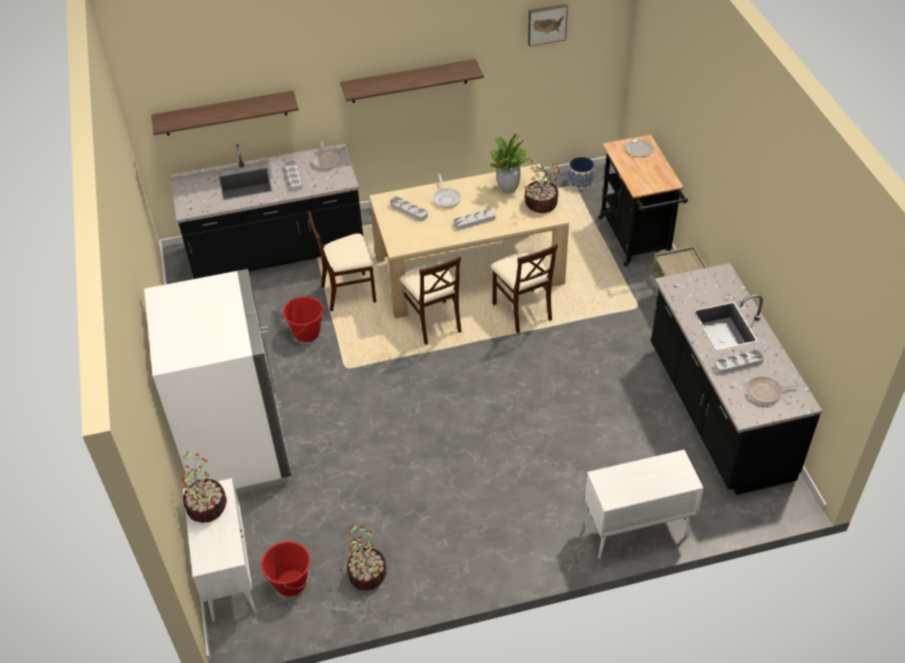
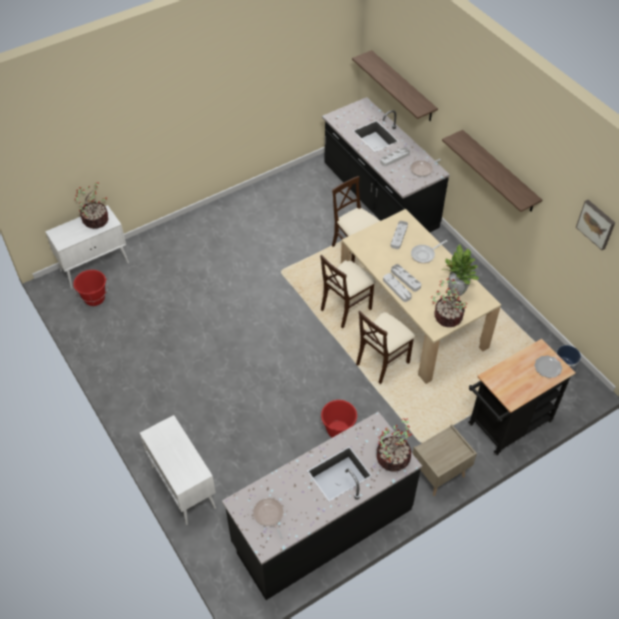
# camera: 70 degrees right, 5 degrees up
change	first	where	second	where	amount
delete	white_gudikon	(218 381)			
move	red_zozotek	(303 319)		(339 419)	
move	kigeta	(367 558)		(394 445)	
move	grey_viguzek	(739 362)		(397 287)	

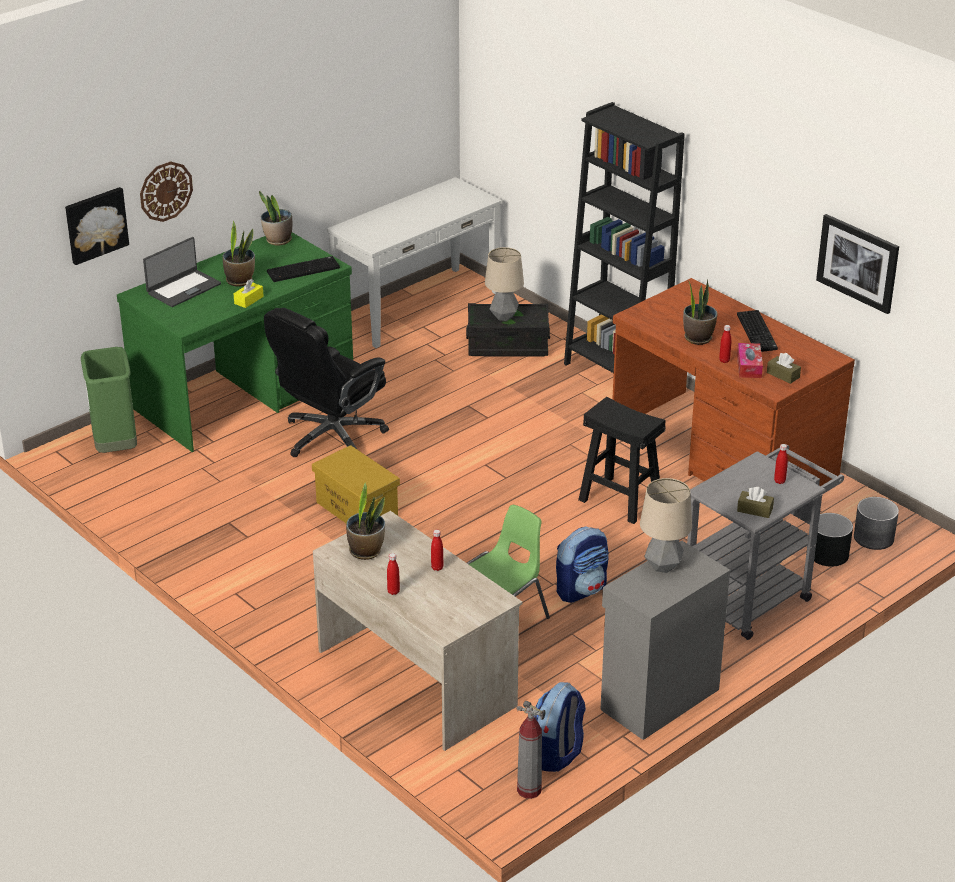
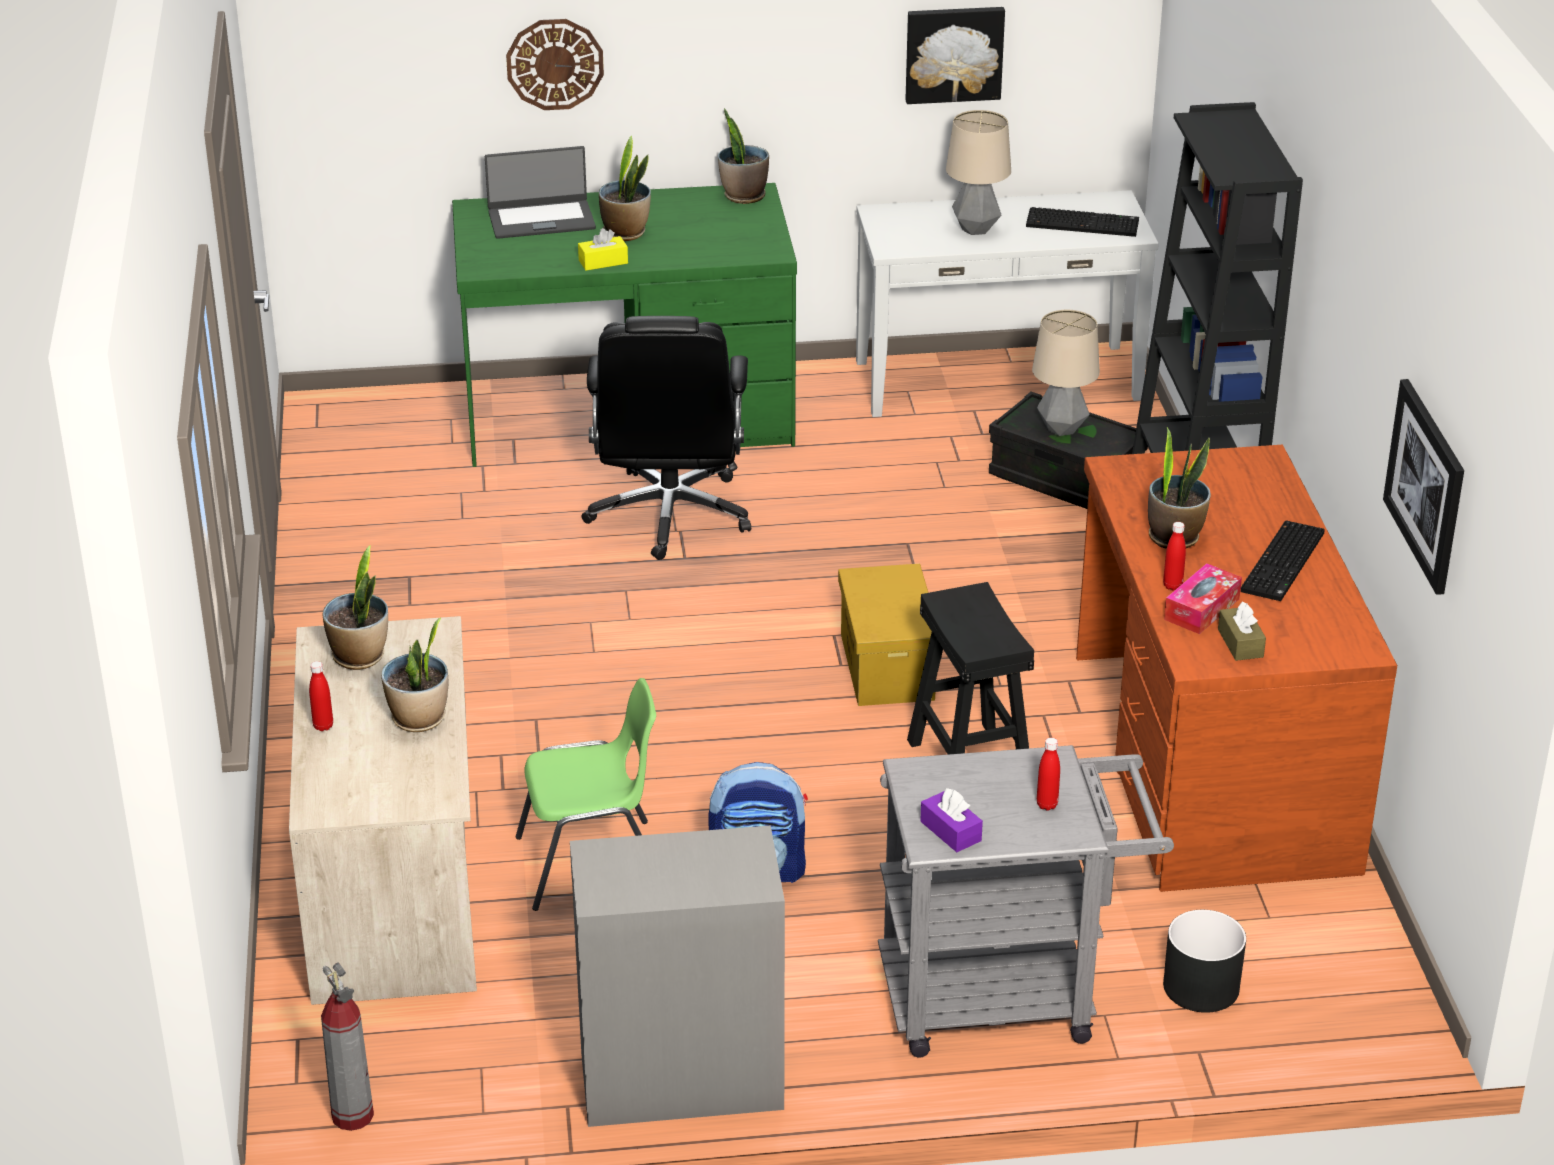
# camera: 35 degrees right, 0 degrees up
change	first	where	second	where	amount
move	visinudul	(97 226)		(955 55)	
delete	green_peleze	(109 400)			
rotate	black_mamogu	(326 382)		(666 438)	75 degrees counterclockwise
move	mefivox	(303 269)		(1082 222)	
move	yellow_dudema	(356 484)		(886 635)	
replace	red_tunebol	(437 550)	kigeta	(414 675)	
delete	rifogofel	(560 727)			
move	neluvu	(666 525)		(978 172)	
recolor	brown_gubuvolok	(755 502)	purple_gubuvolok	(951 820)	
delete	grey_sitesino	(876 523)			

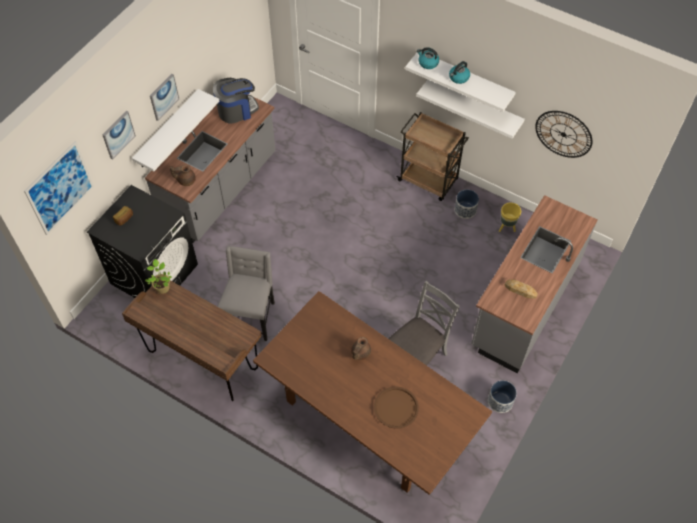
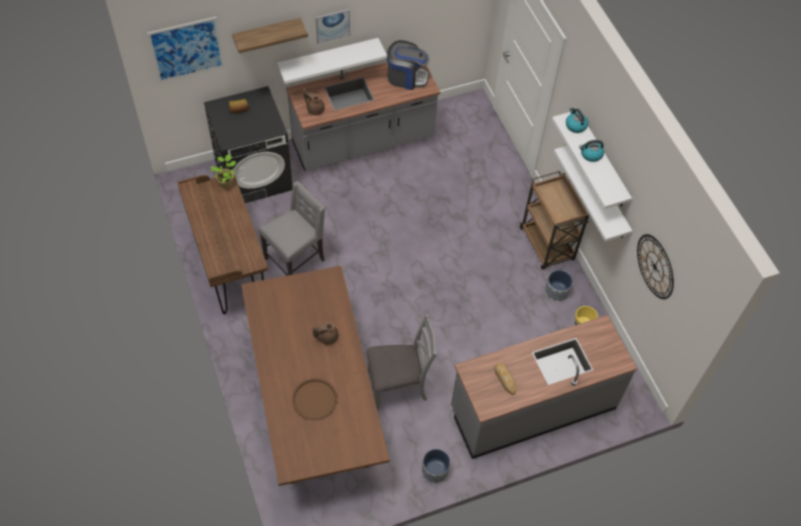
# camera: 35 degrees right, 0 degrees up
change	first	where	second	where	amount
replace	visinudul	(119 135)	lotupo	(270 35)	

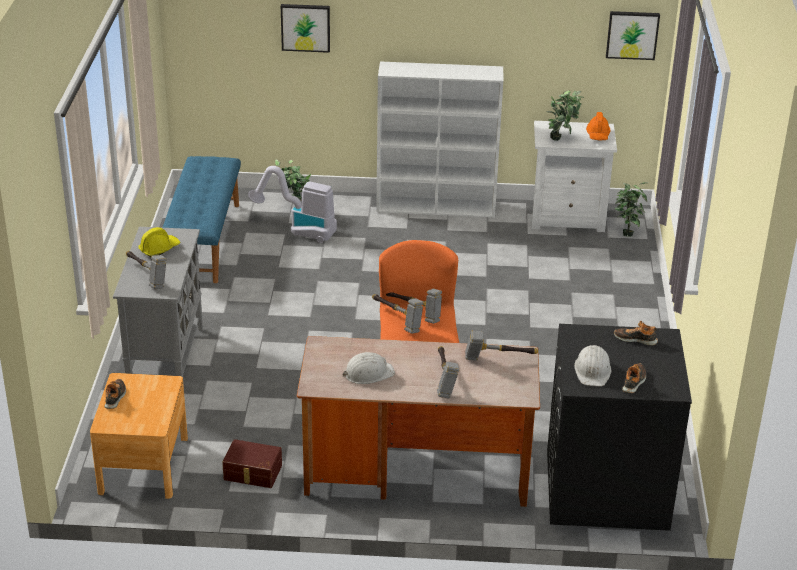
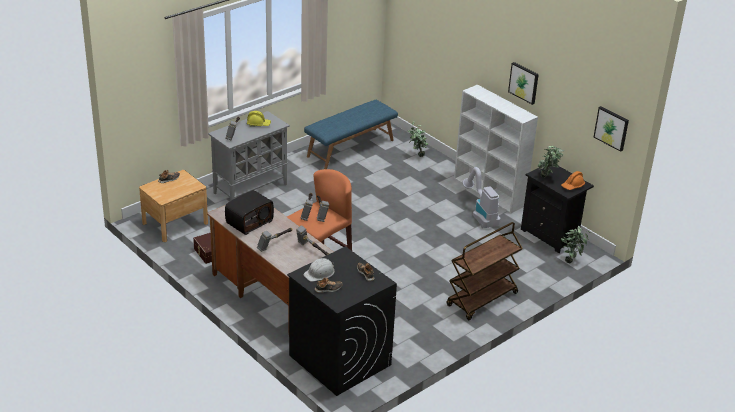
# camera: 45 degrees right, 0 degrees up
change	first	where	second	where	amount
move	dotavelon	(292 204)		(481 197)	
move	visinudul	(305 28)		(523 83)	
replace	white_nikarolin	(368 368)	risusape	(249 212)	
recolor	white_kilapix	(574 176)	black_kilapix	(557 209)	
insert			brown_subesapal	(485 271)	

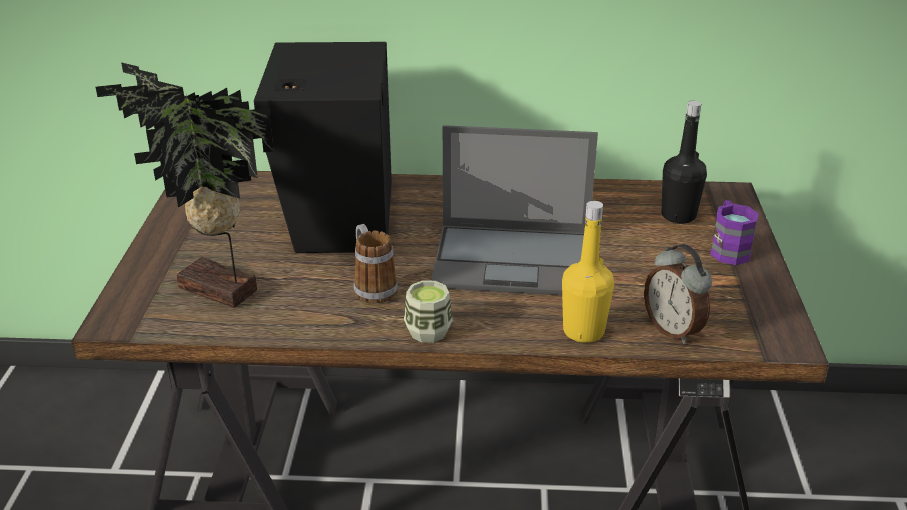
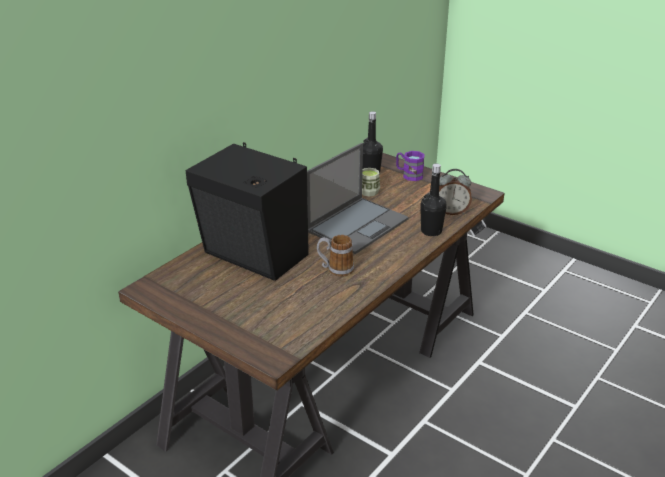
# camera: 55 degrees left, 0 degrees up
change	first	where	second	where	amount
delete	kigeta	(184 185)			
move	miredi	(428 311)		(371 182)	
recolor	yellow_tunebol	(588 272)	black_tunebol	(433 200)	

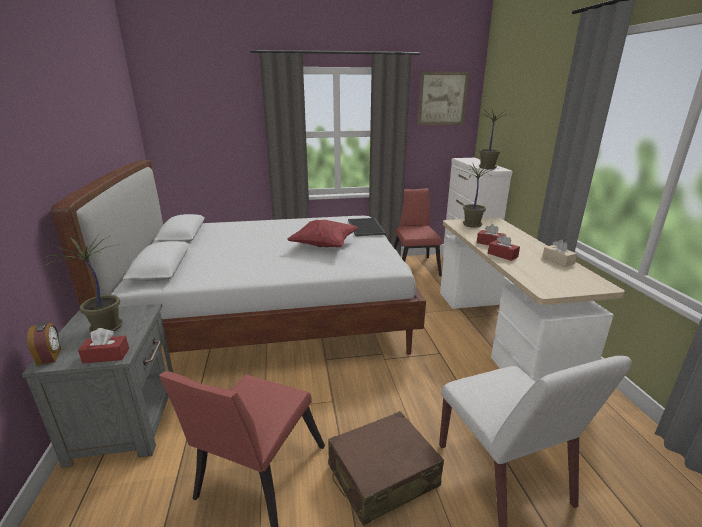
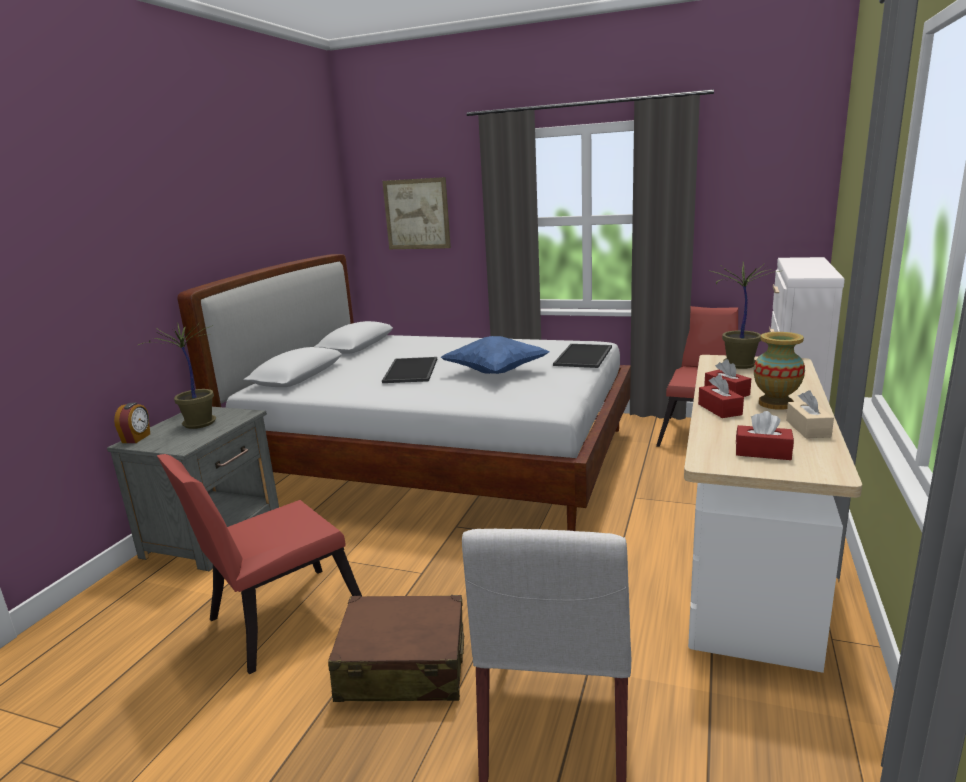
# camera: 30 degrees right, 5 degrees down
change	first	where	second	where	amount
move	red_gubuvolok	(103 345)		(765 435)	
recolor	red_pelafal	(323 233)	blue_pelafal	(495 355)	
move	visinudul	(443 98)		(416 213)	
delete	kigeta	(491 139)			
insert			viguzek	(409 370)	
insert			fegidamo	(779 371)	

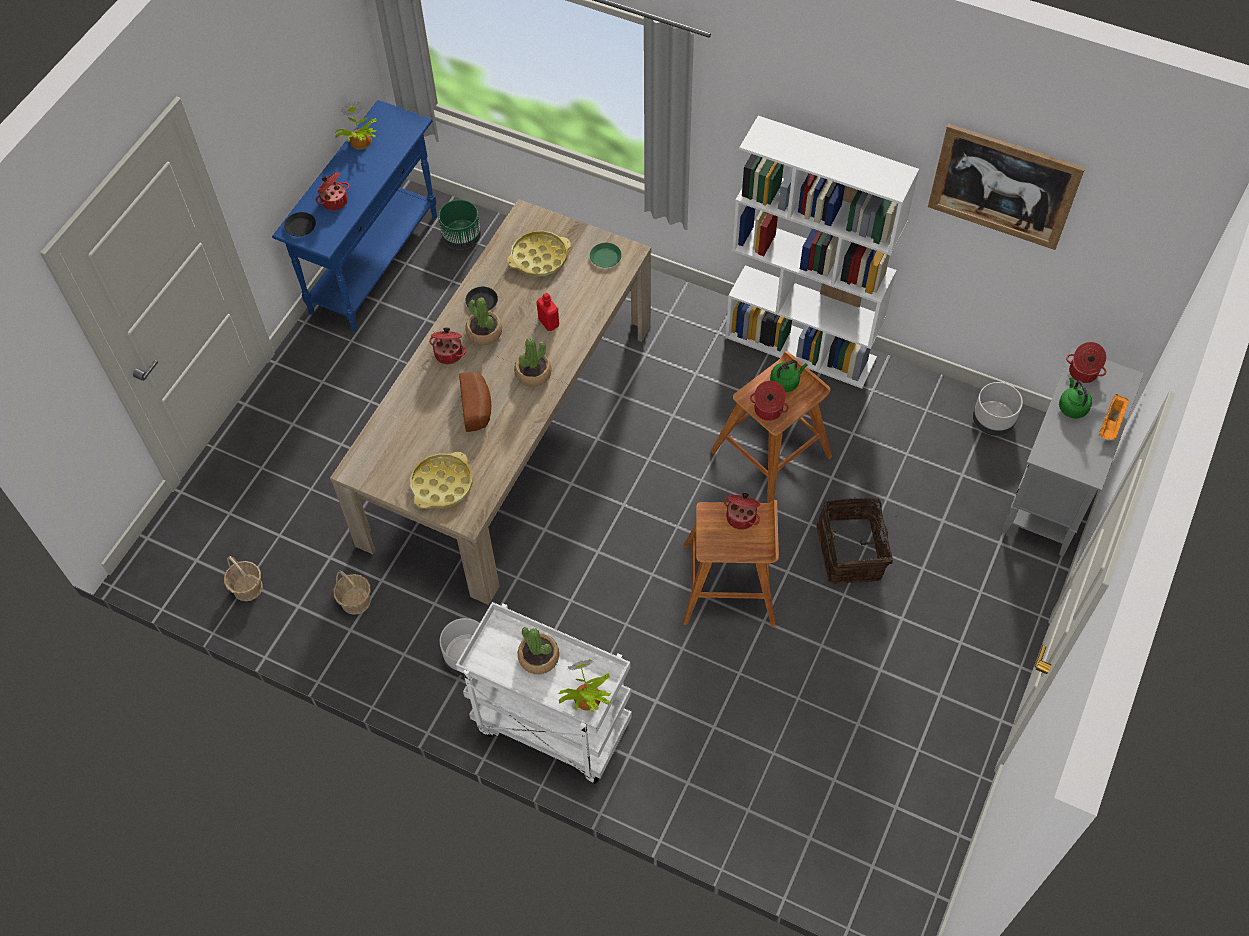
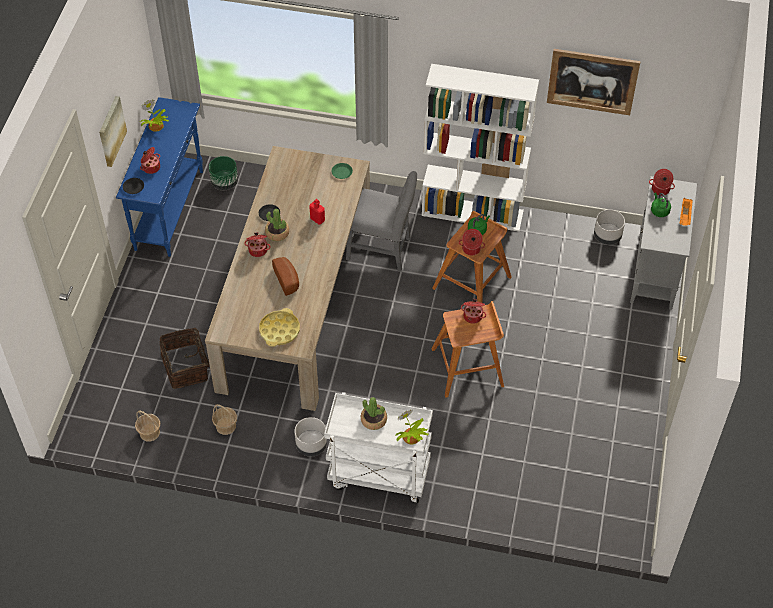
# camera: 15 degrees left, 5 degrees down
change	first	where	second	where	amount
delete	yellow_viguzek	(539 253)			
delete	kigeta	(533 362)			
move	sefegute	(857 540)		(184 358)	
insert			visinudul	(113 131)	
insert			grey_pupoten	(381 221)	

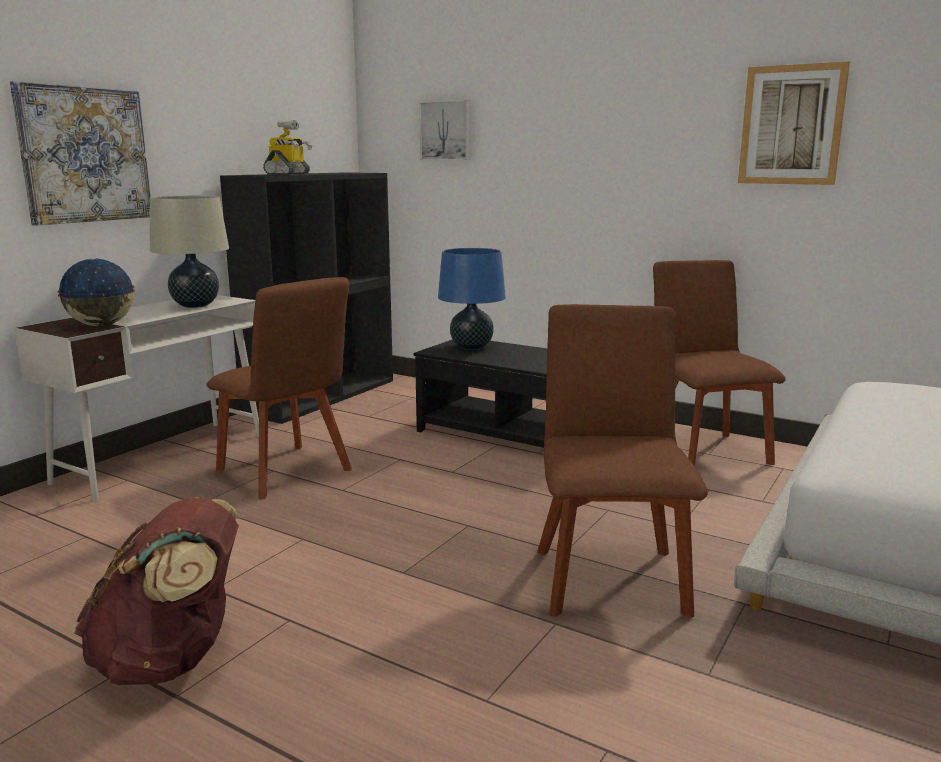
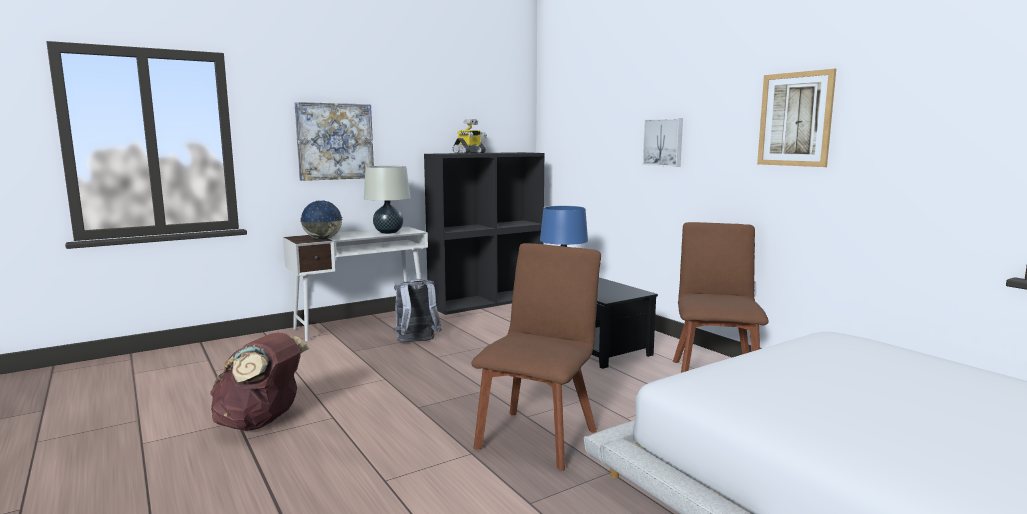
# camera: 25 degrees right, 5 degrees down
change	first	where	second	where	amount
replace	brown_pupoten	(279 388)	grey_rifogofel	(417 310)	
move	visinudul	(444 130)		(663 142)	

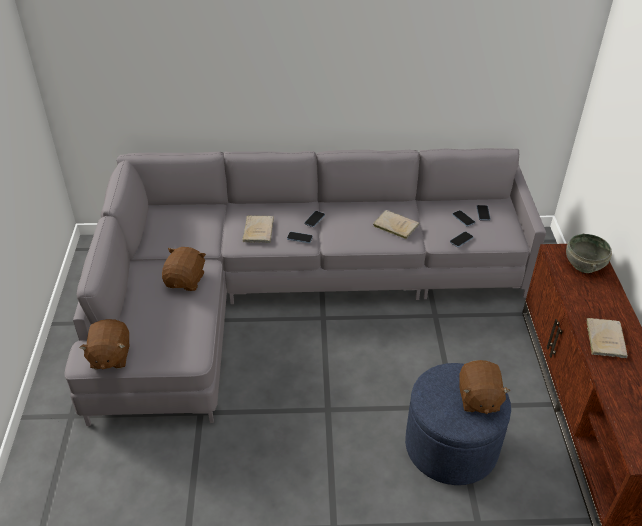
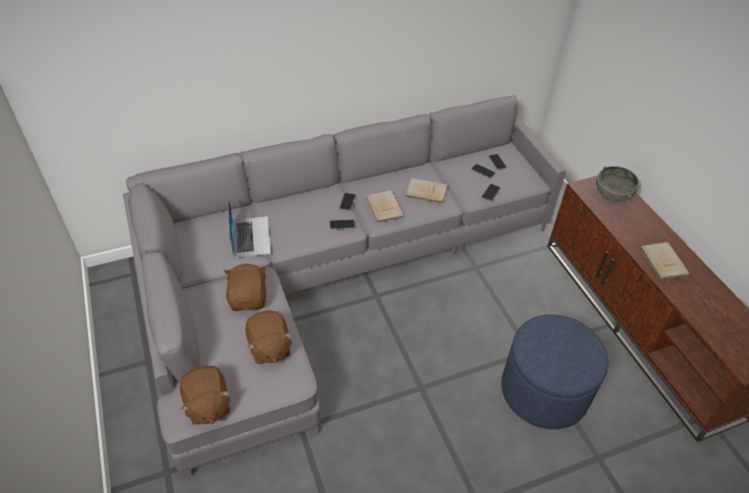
# camera: 20 degrees left, 5 degrees up
change	first	where	second	where	amount
move	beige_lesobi	(258 229)		(384 207)	
move	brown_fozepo	(485 387)		(269 337)	
insert			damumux	(249 227)	

